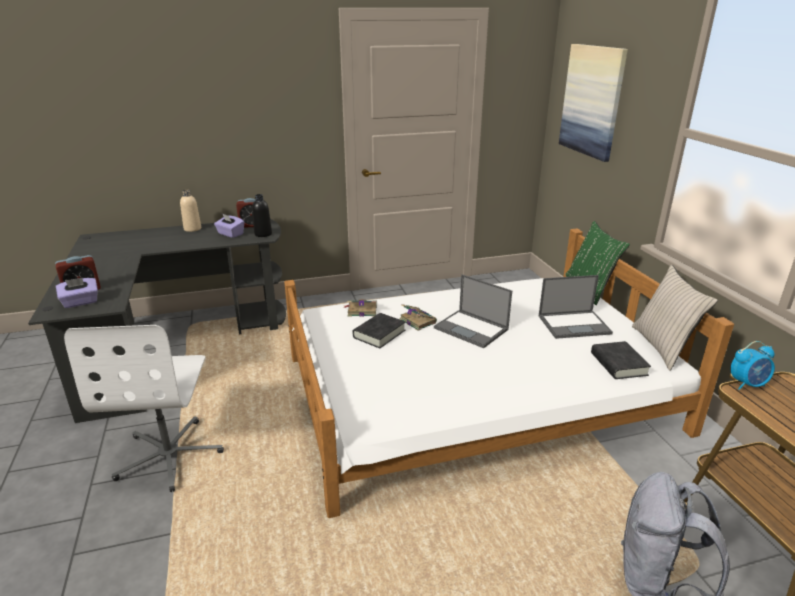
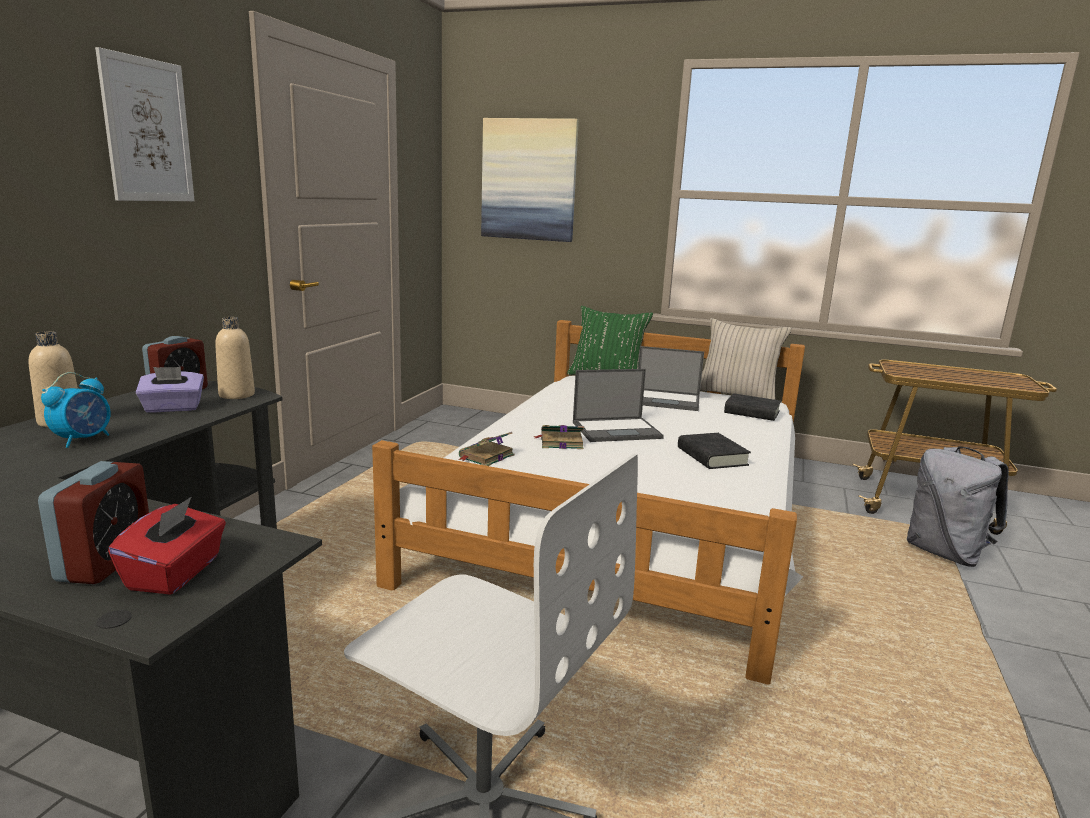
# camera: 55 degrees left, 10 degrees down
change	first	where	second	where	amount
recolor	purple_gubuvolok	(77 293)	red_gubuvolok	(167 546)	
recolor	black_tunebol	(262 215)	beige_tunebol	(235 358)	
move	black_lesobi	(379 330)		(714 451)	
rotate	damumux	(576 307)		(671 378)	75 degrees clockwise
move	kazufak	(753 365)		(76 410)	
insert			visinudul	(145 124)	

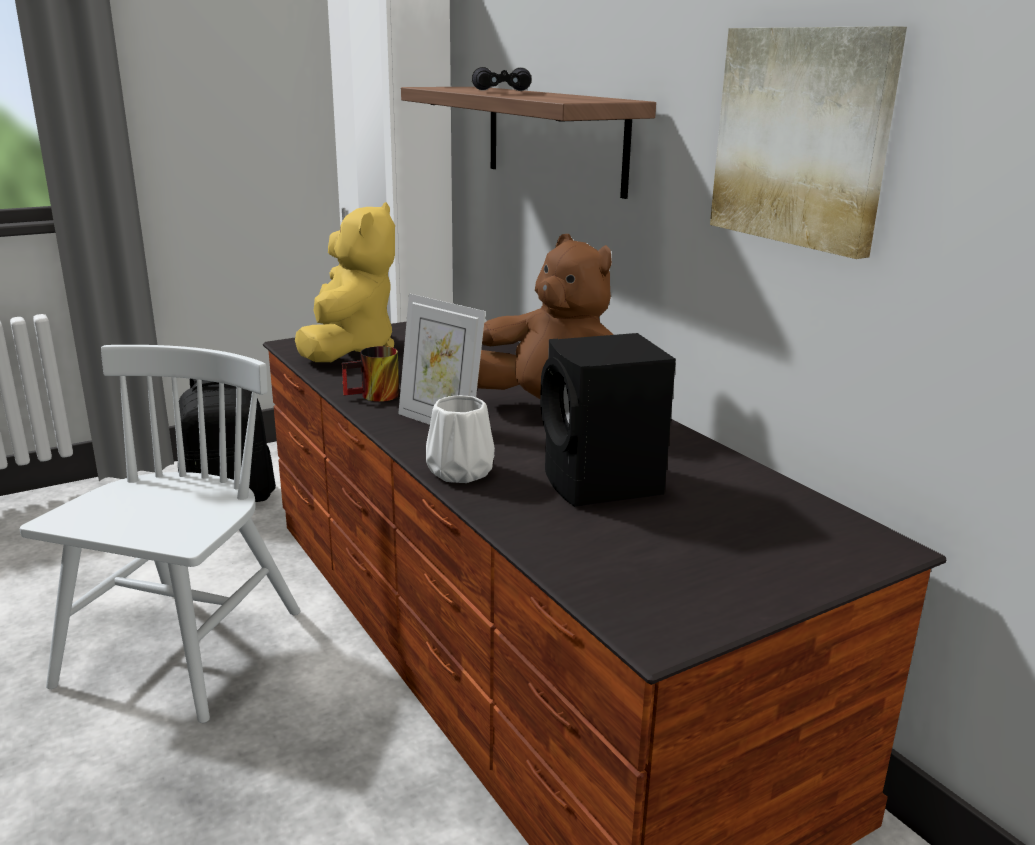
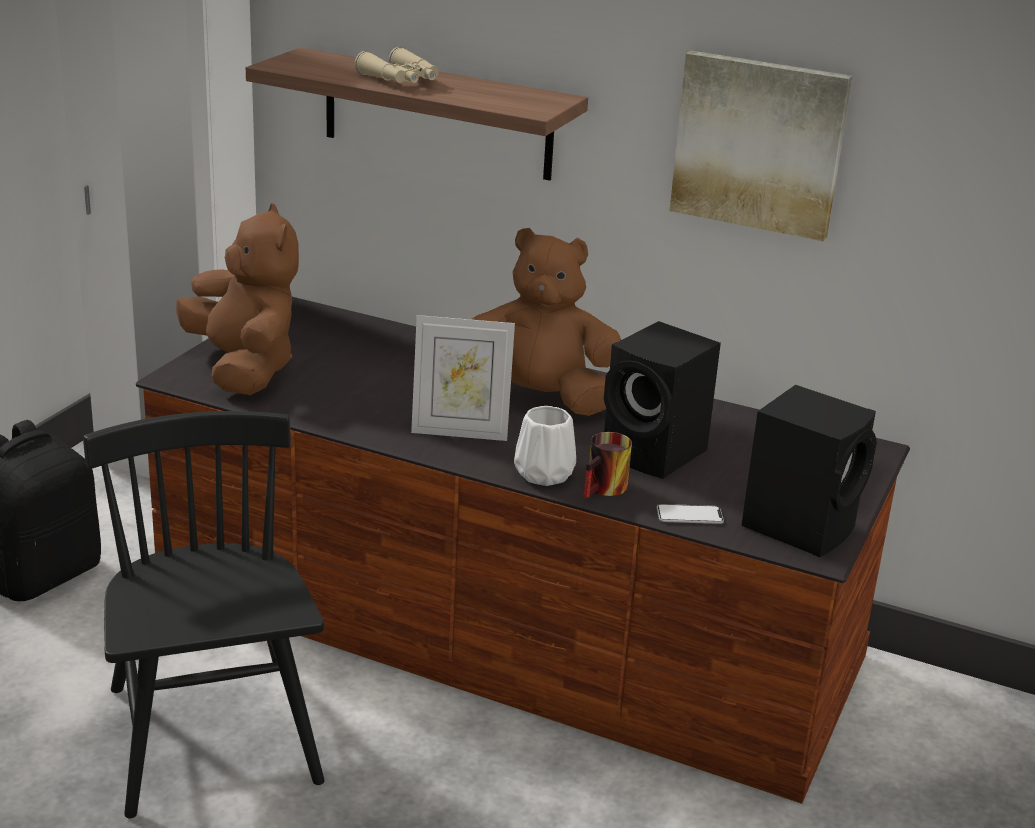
# camera: 35 degrees left, 5 degrees up
change	first	where	second	where	amount
recolor	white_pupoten	(160 534)	black_pupoten	(204 614)	
recolor	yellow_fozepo	(345 282)	brown_fozepo	(237 299)	
move	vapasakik	(370 374)		(608 465)	
recolor	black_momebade	(502 79)	beige_momebade	(397 65)	
insert			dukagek	(690 514)	
insert			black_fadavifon	(808 471)	

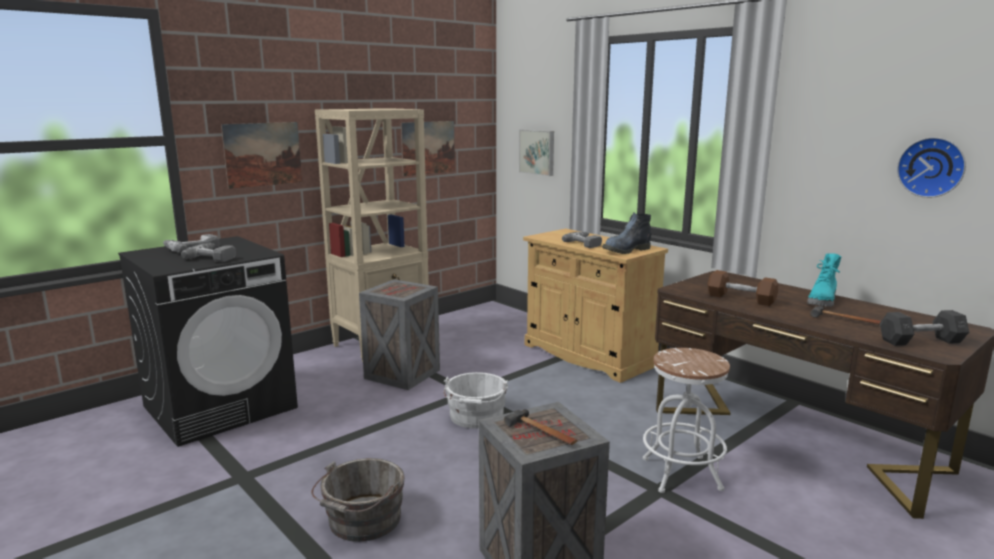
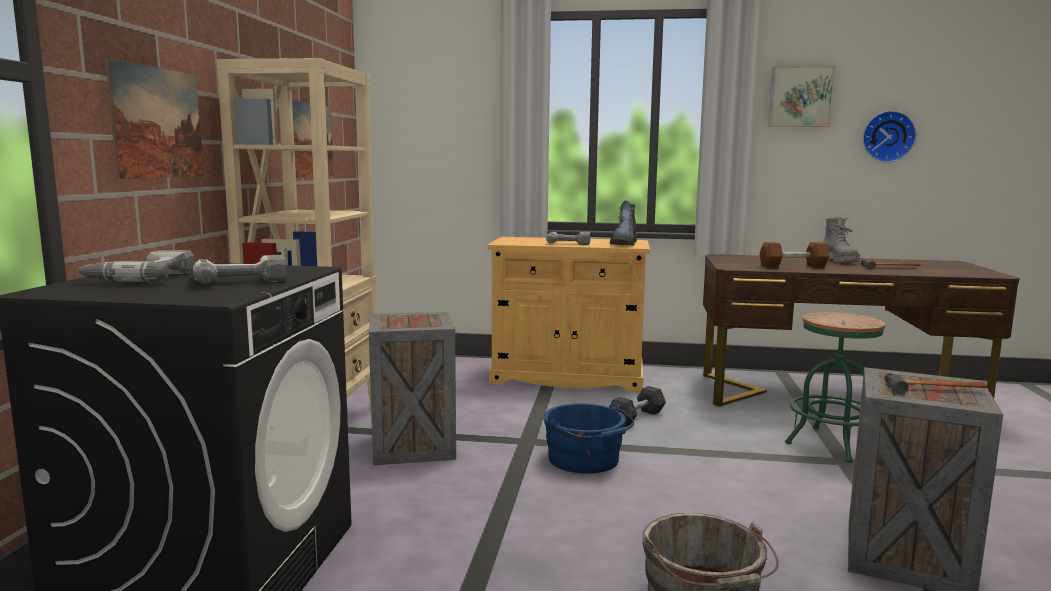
# camera: 40 degrees left, 5 degrees down
change	first	where	second	where	amount
recolor	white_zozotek	(476 400)	blue_zozotek	(589 438)	
move	visinudul	(536 152)		(802 96)	
recolor	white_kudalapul	(686 420)	green_kudalapul	(835 387)	
recolor	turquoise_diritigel	(824 280)	grey_diritigel	(841 240)	
move	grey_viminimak	(924 328)		(637 406)	

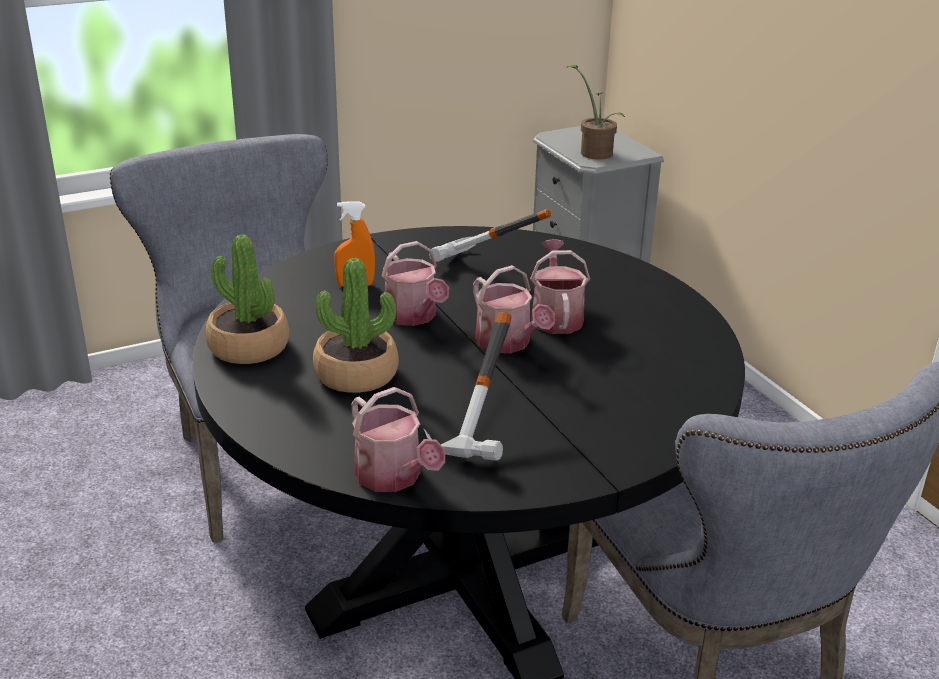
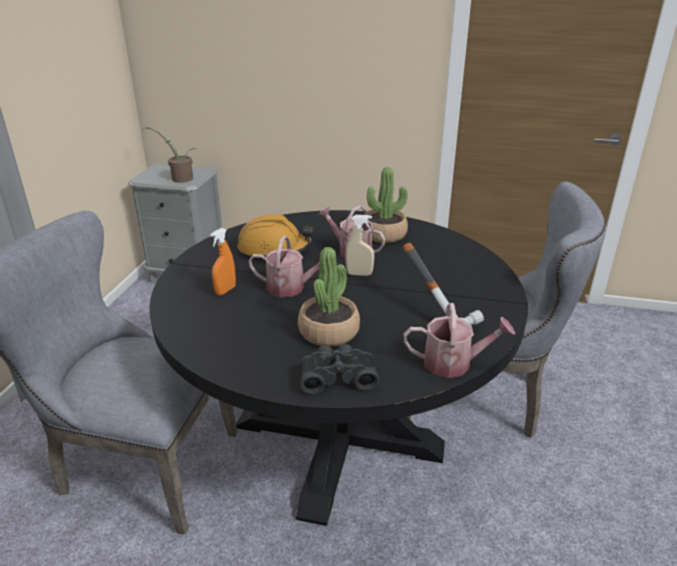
# camera: 50 degrees left, 0 degrees up
change	first	where	second	where	amount
move	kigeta	(247 299)		(387 205)	
replace	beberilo	(490 235)	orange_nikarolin	(275 235)	
replace	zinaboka	(514 309)	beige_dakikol	(359 245)	
insert			black_momebade	(339 369)	

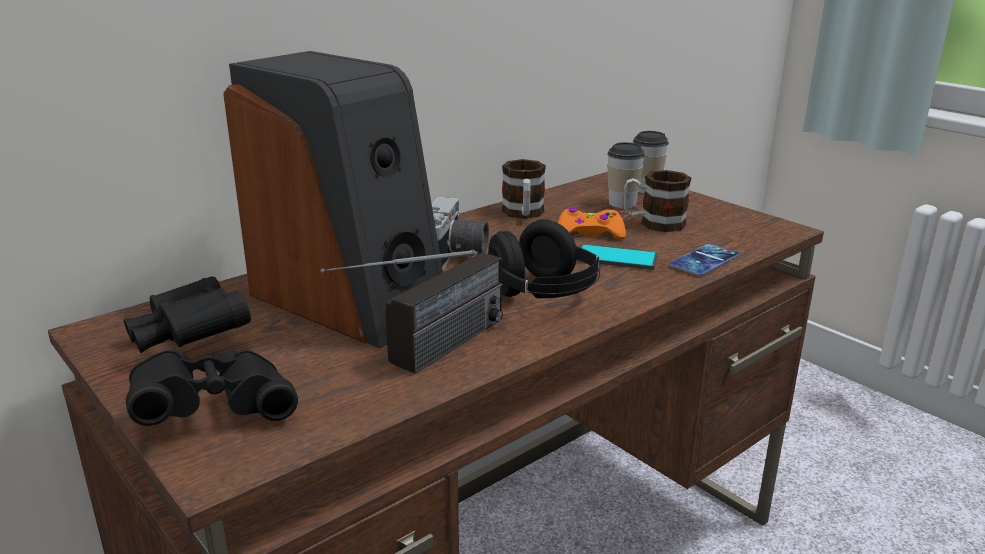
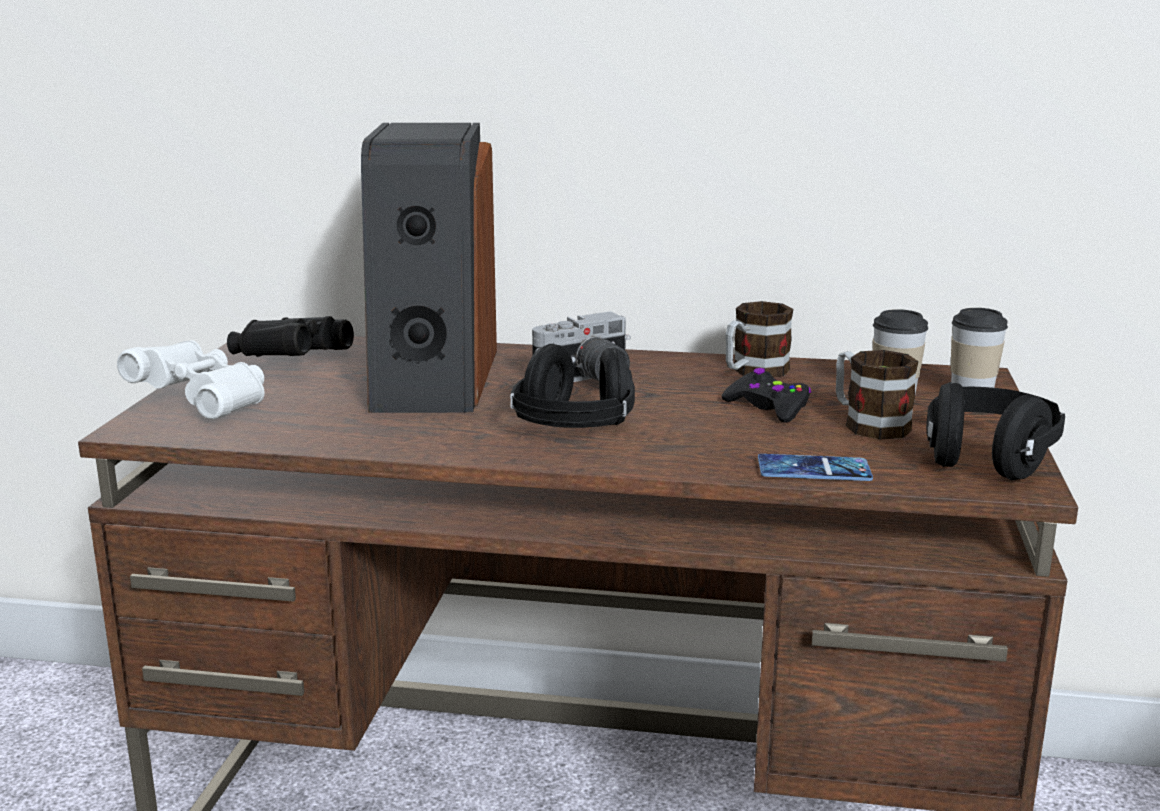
# camera: 50 degrees right, 5 degrees down
change	first	where	second	where	amount
recolor	black_momebade	(212 388)	white_momebade	(191 379)	
delete	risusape	(411 312)			
recolor	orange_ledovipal	(592 223)	black_ledovipal	(766 395)	
delete	dukagek	(617 257)			
insert			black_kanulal	(995 431)	

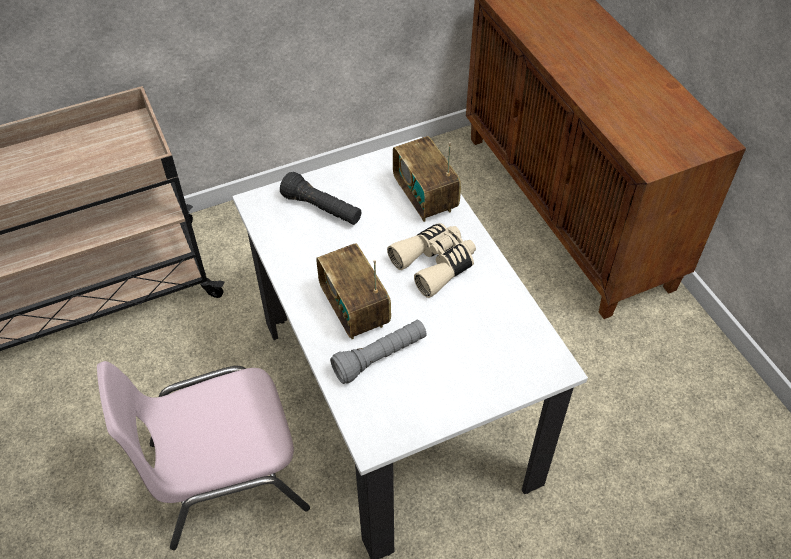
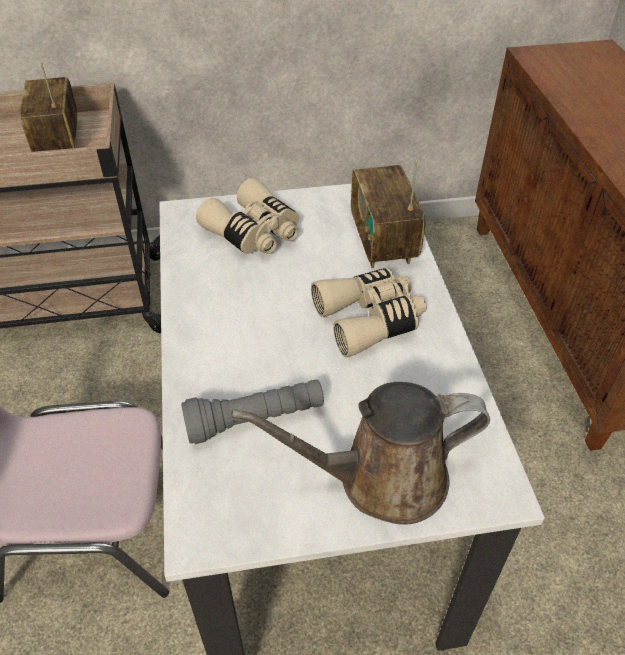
# camera: 15 degrees right, 5 degrees down
change	first	where	second	where	amount
replace	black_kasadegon	(320 198)	beige_momebade	(247 216)	
move	risusape	(353 291)		(48 107)	
insert			brown_zinaboka	(360 453)	

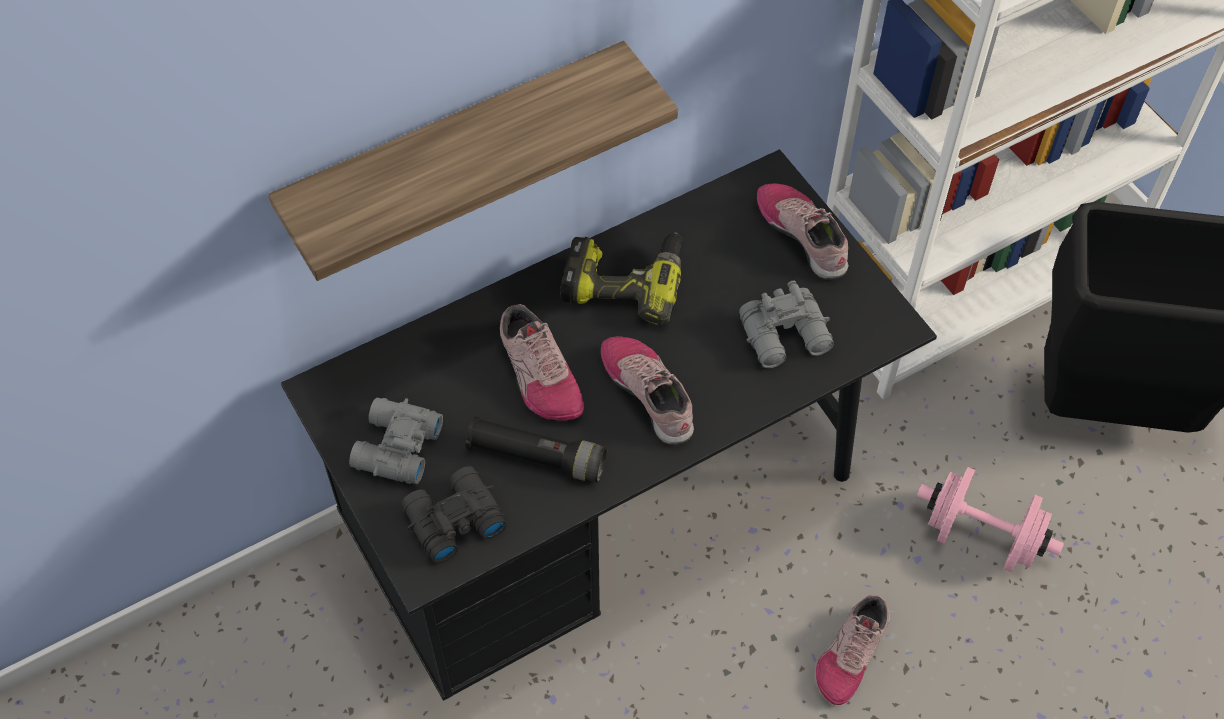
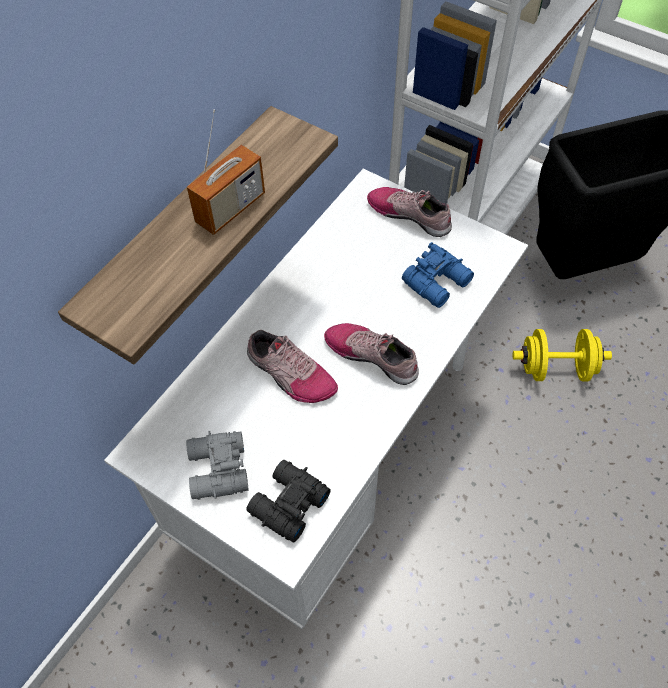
# camera: 25 degrees left, 0 degrees up
change	first	where	second	where	amount
recolor	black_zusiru	(609 425)	white_zusiru	(316 399)	
delete	black_kasadegon	(536 449)			
delete	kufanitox	(622 279)			
recolor	grey_momebade	(786 324)	blue_momebade	(438 275)	
delete	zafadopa	(853 650)			
recolor	pink_viminimak	(990 519)	yellow_viminimak	(562 355)	
insert			risusape	(226 172)	

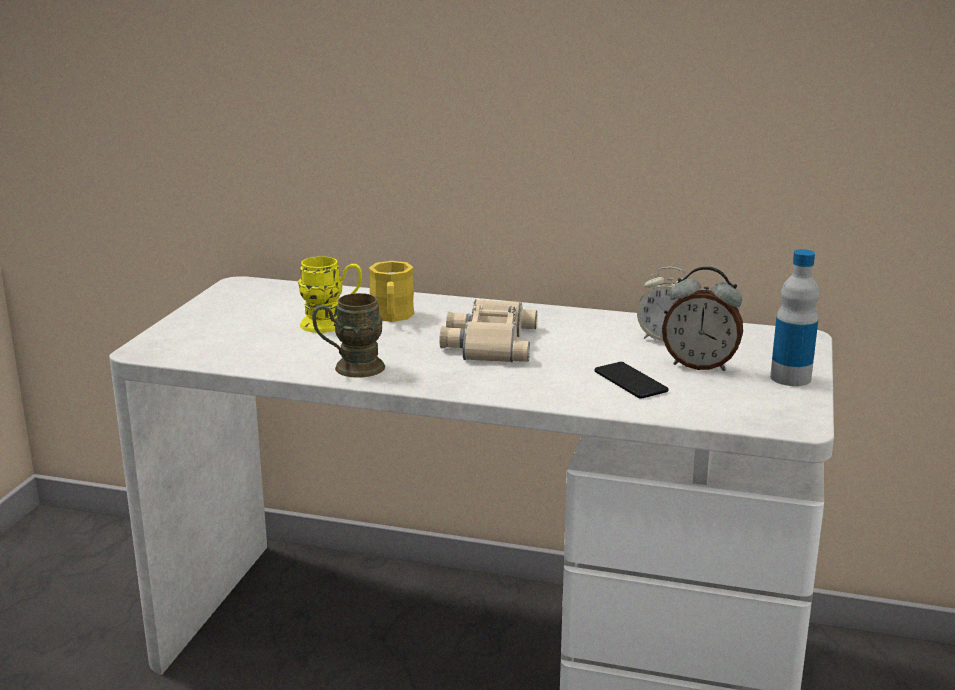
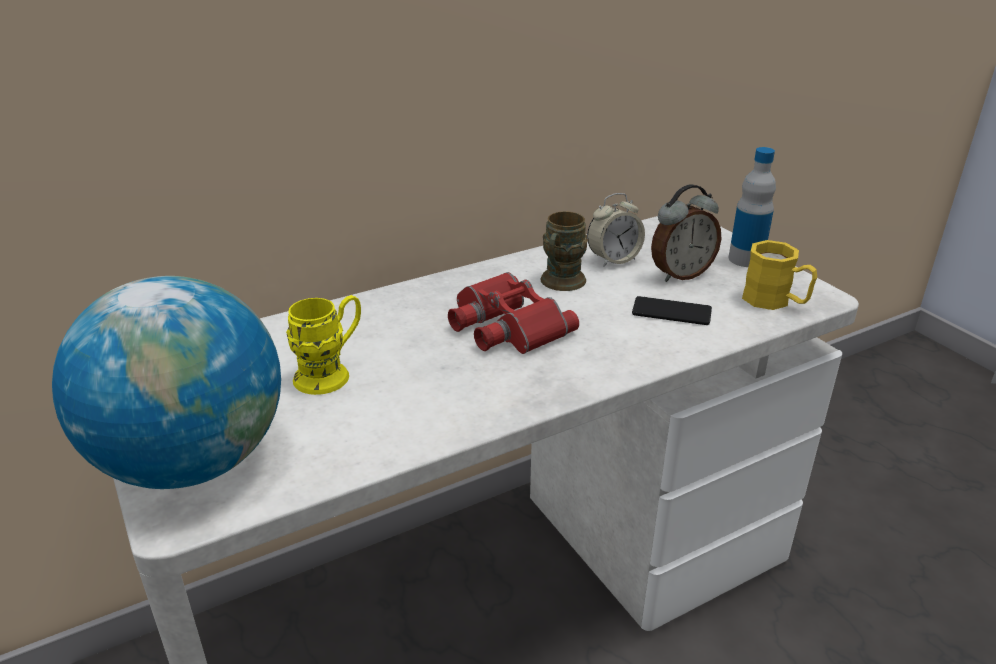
# camera: 45 degrees left, 10 degrees up
change	first	where	second	where	amount
move	brown_vapasakik	(348 335)		(564 251)	
move	yellow_vapasakik	(392 291)		(779 275)	
recolor	beige_momebade	(488 331)	red_momebade	(513 313)	
insert			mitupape	(166 382)	

